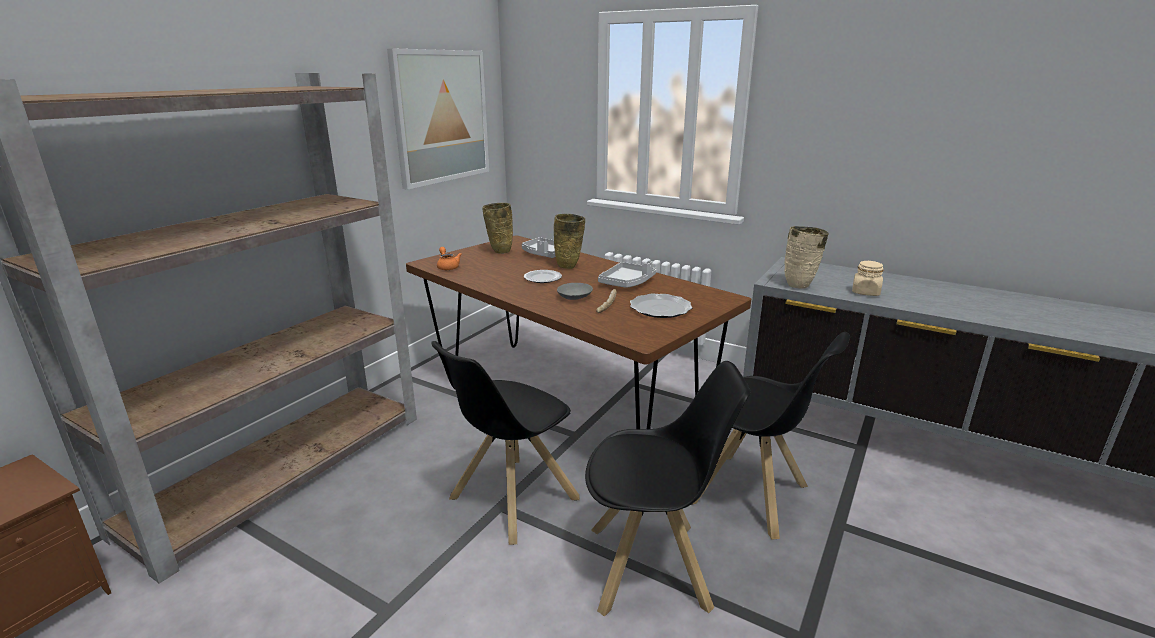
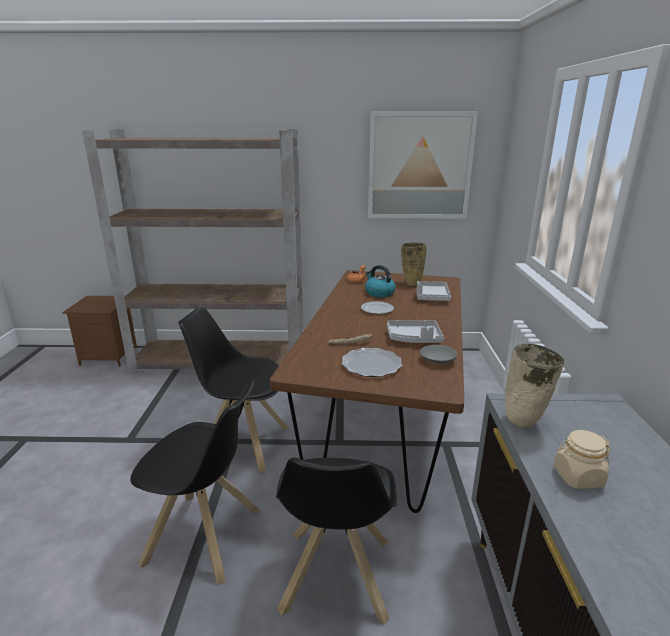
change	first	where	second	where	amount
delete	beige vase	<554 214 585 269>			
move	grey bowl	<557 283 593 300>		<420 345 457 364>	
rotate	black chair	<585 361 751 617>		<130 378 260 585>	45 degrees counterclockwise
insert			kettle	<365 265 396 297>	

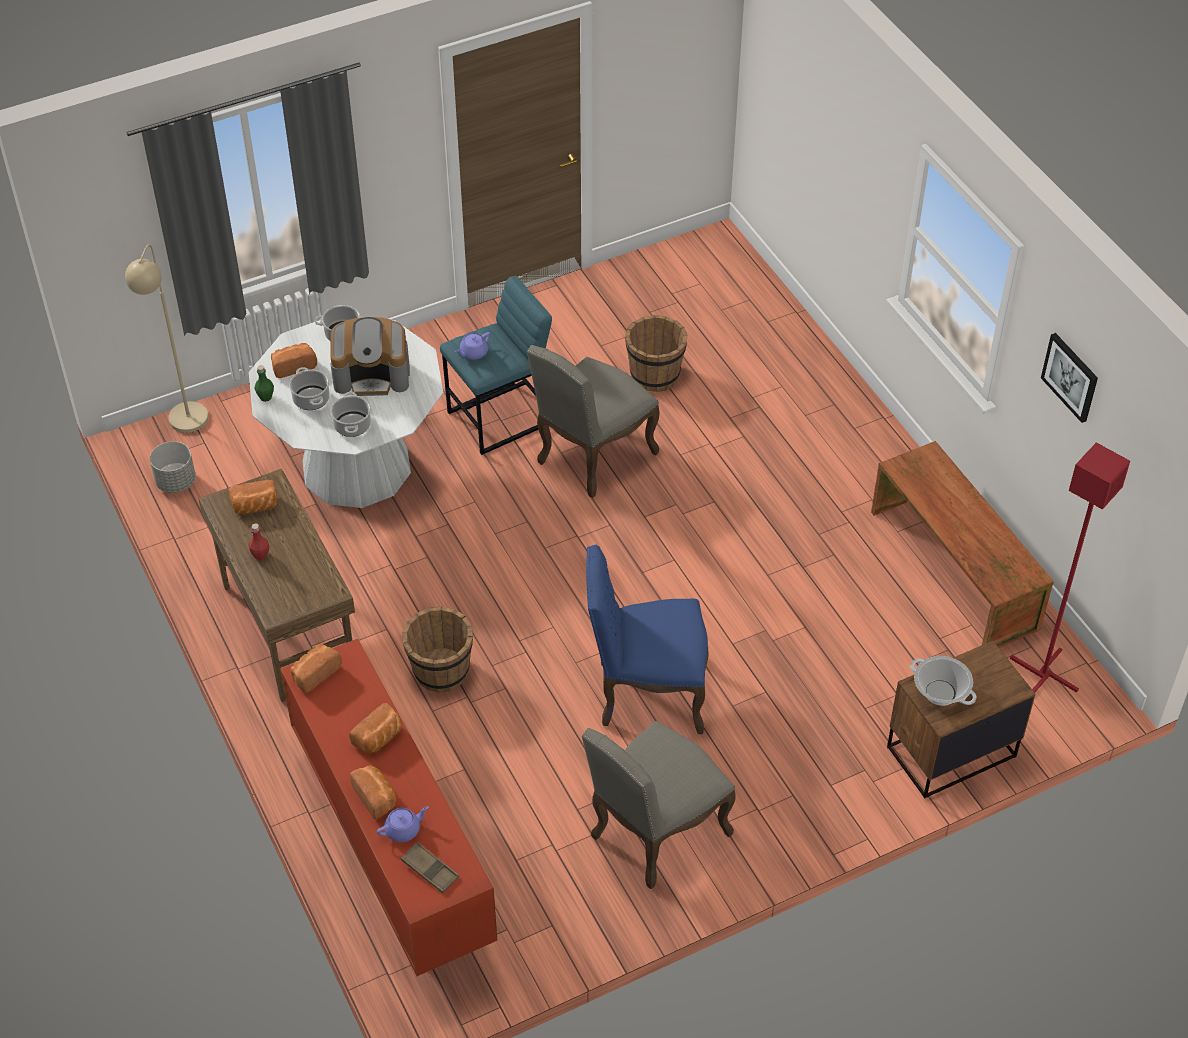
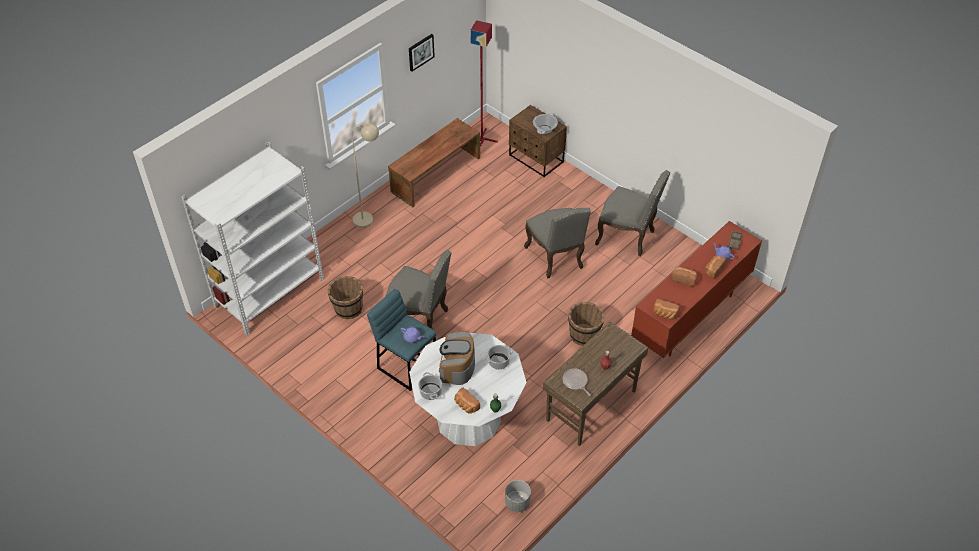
change	first	where	second	where	amount
move	beige floor lamp	<125 244 209 433>		<351 123 379 228>	
rotate	coffee machine	<330 317 410 396>		<439 331 475 385>	150 degrees counterclockwise
delete	cooking pot	<289 367 330 410>			
replace	bread	<229 480 277 515>	frying pan	<563 368 591 396>	
recolor	blue chair	<586 545 708 734>	grey chair	<524 208 591 278>	
insert			white bookcase	<181 142 324 335>	

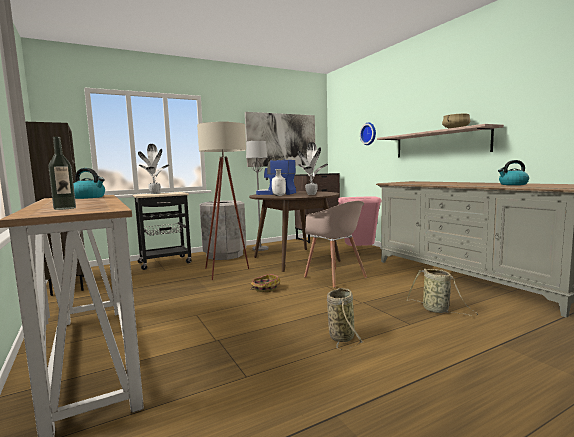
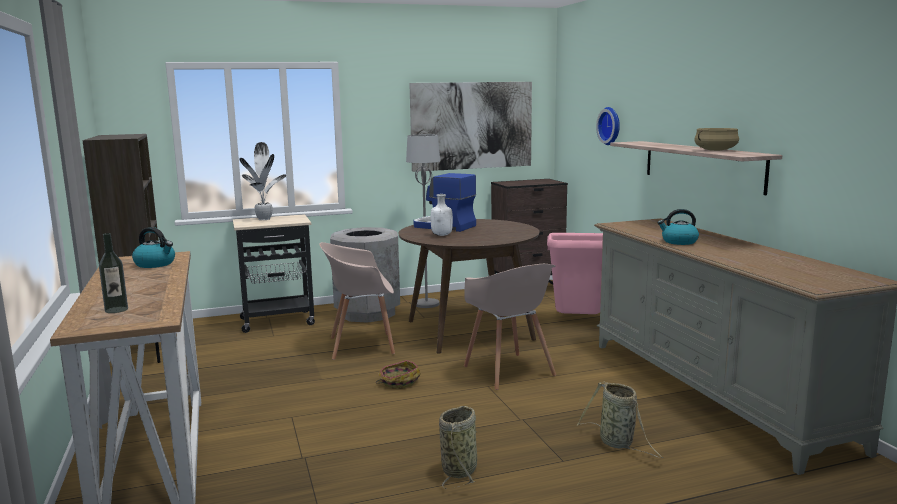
change	first	where	second	where	amount
replace	beige floor lamp	<197 122 249 280>	beige chair	<319 242 395 360>	
delete	potted plant	<297 142 328 195>			
move	kettle	<498 160 529 185>		<658 209 699 245>	

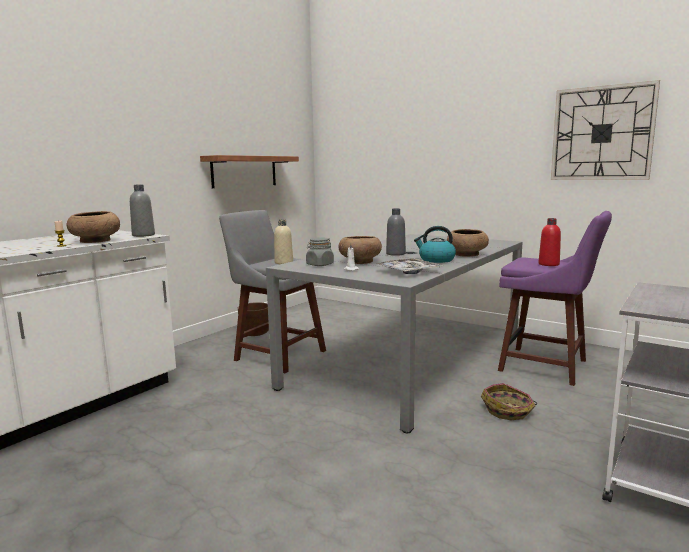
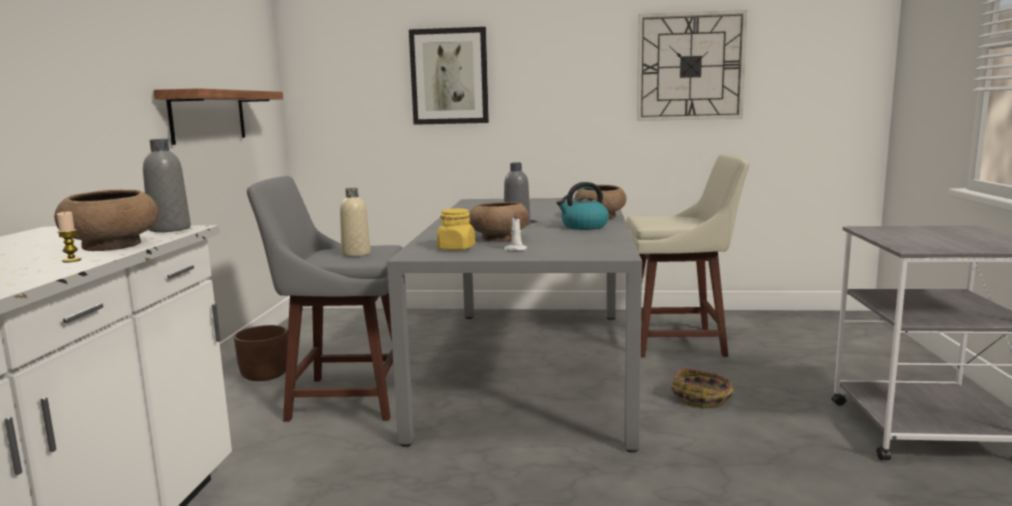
change	first	where	second	where	amount
recolor	purple stool	<498 211 612 386>	beige stool	<626 154 749 358>	
delete	red bottle	<538 218 561 266>			
recolor	grey jar	<306 237 334 266>	yellow jar	<437 208 475 250>	
delete	tray	<377 258 443 274>			
insert			picture	<409 27 489 125>	

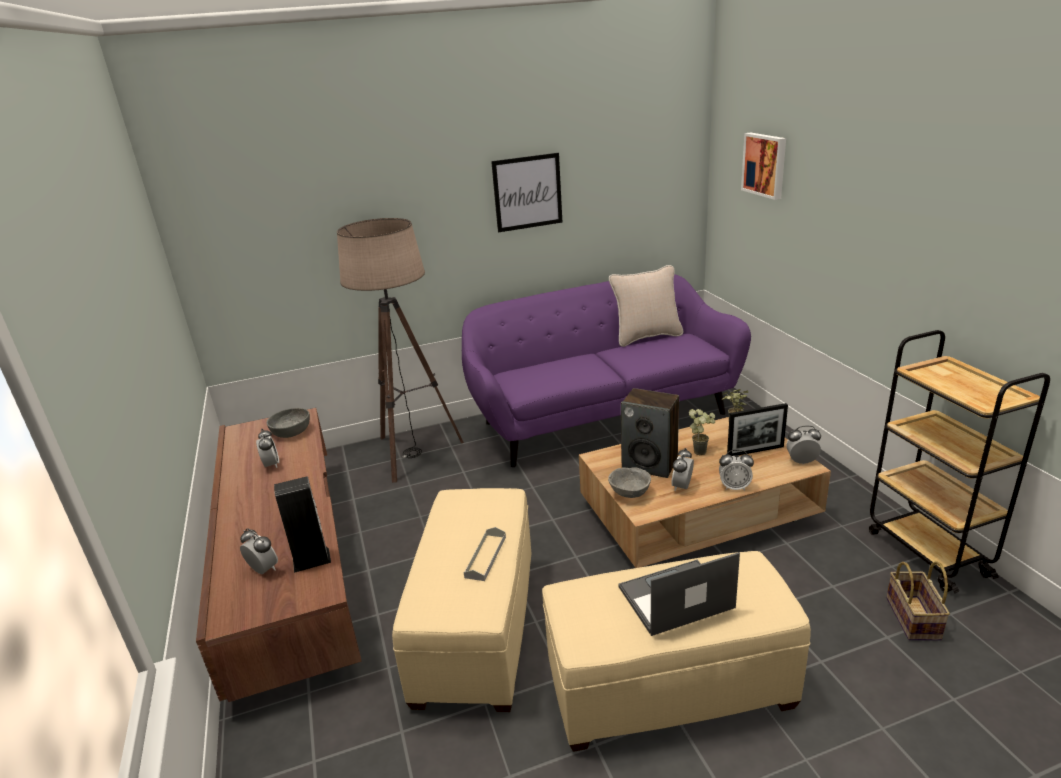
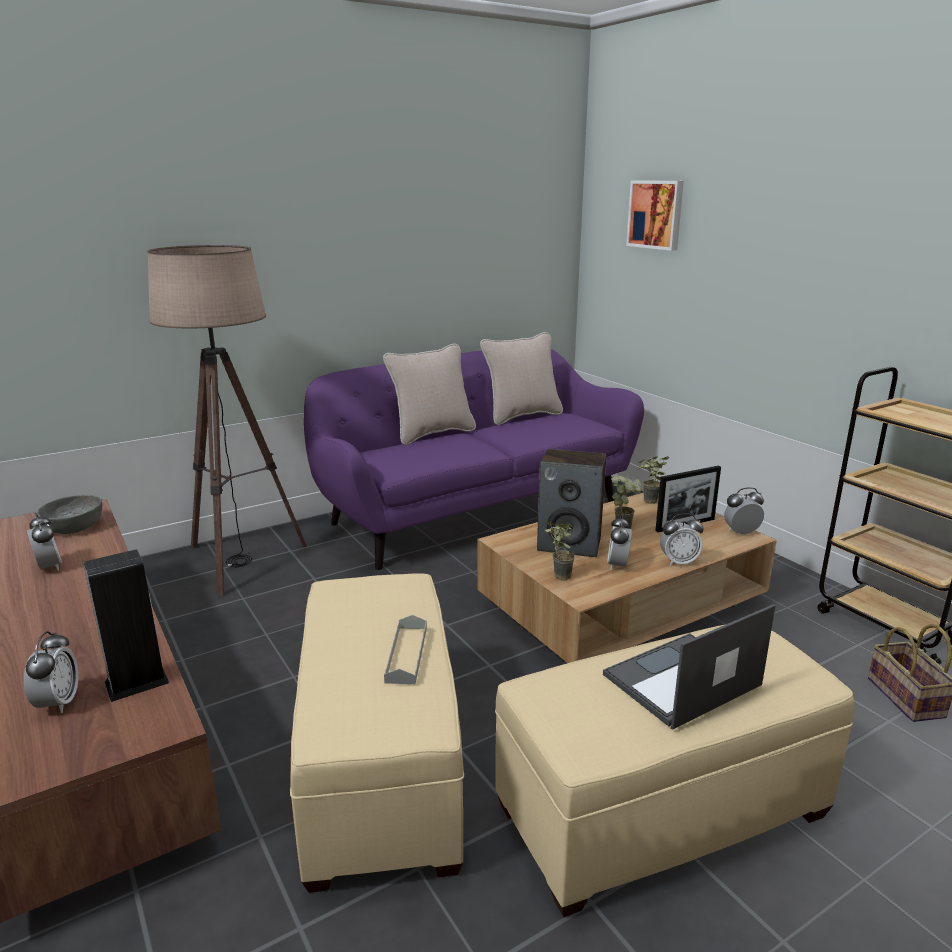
change	first	where	second	where	amount
delete	picture	<491 153 562 233>			
replace	grey bowl	<608 467 651 498>	potted plant	<544 522 575 581>	
rotate	alarm clock	<240 528 278 574>		<24 631 78 713>	60 degrees clockwise
insert			beige pillow	<383 344 476 445>	

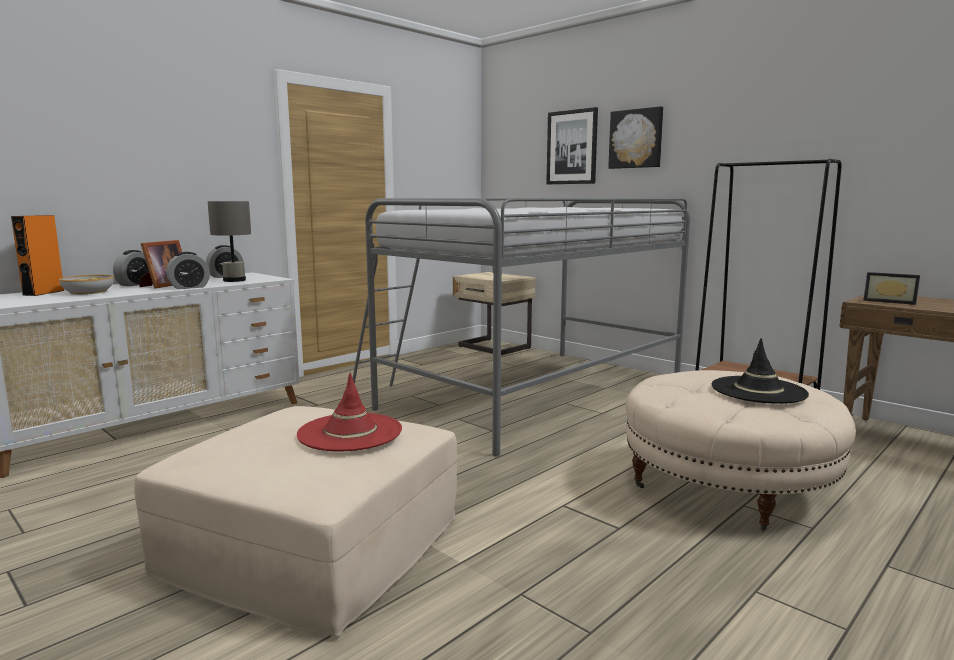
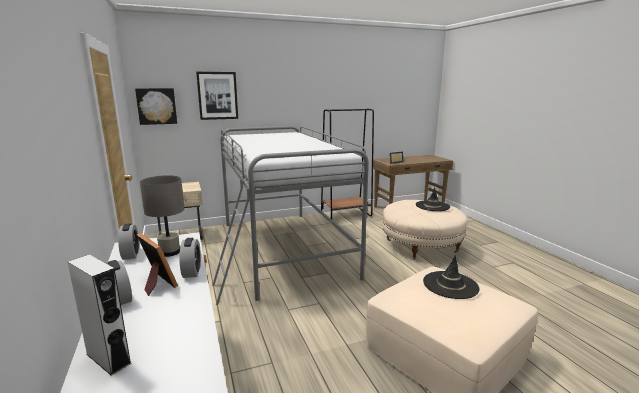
change	first	where	second	where	amount
move	picture	<608 106 663 169>		<135 88 177 125>	
recolor	orange speaker	<11 215 64 296>	grey speaker	<67 255 132 376>	
delete	bowl	<59 275 114 295>			
recolor	red hat	<297 372 402 452>	black hat	<423 255 480 299>	

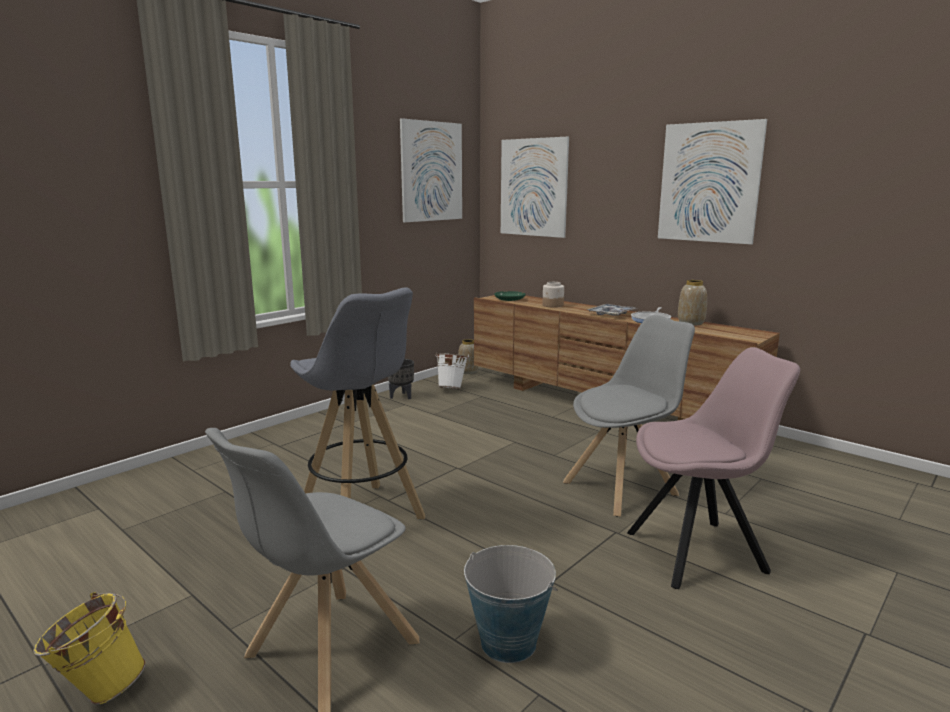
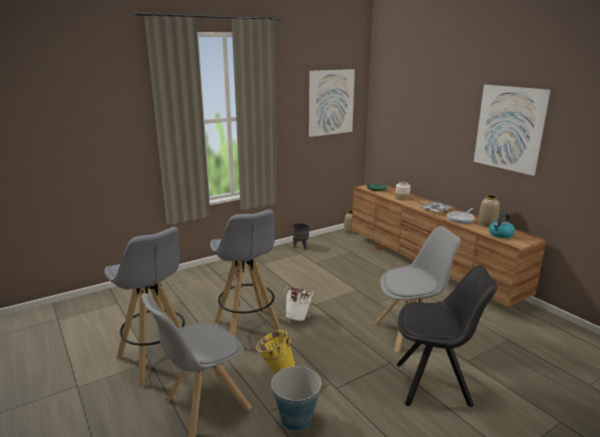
change	first	where	second	where	amount
delete	picture	<501 137 569 238>			
recolor	pink chair	<627 347 800 589>	black chair	<396 265 498 408>	
move	white bucket	<435 353 469 389>		<285 285 314 321>	
move	yellow bucket	<33 592 146 705>		<256 329 296 374>	
insert			kettle	<489 213 515 238>	
insert			grey stool	<104 227 185 387>	

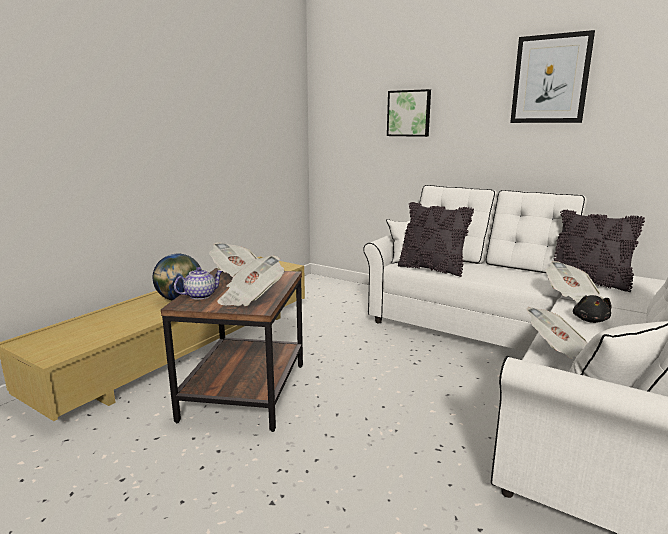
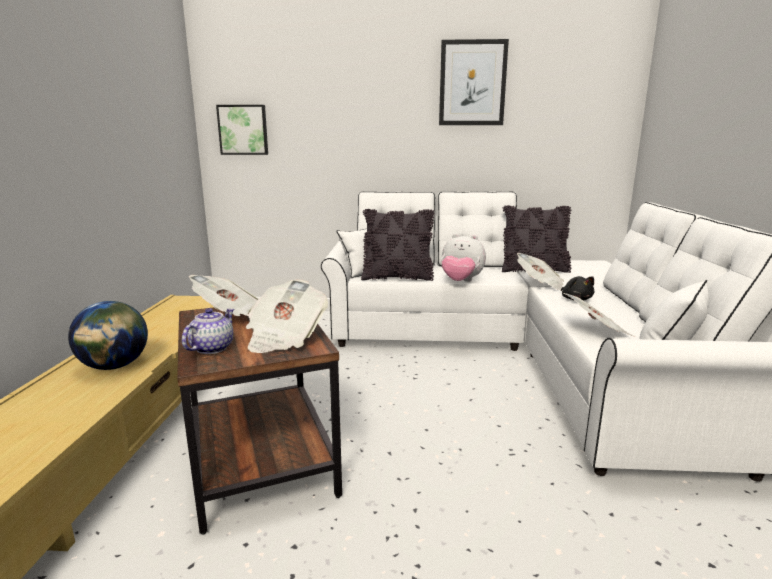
change	first	where	second	where	amount
move	picture	<387 89 431 137>		<216 105 268 155>	
insert			plush toy	<441 234 486 282>	

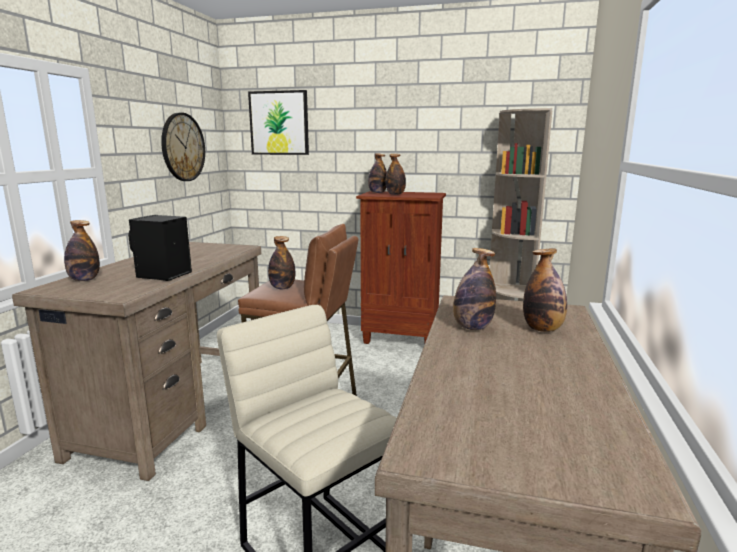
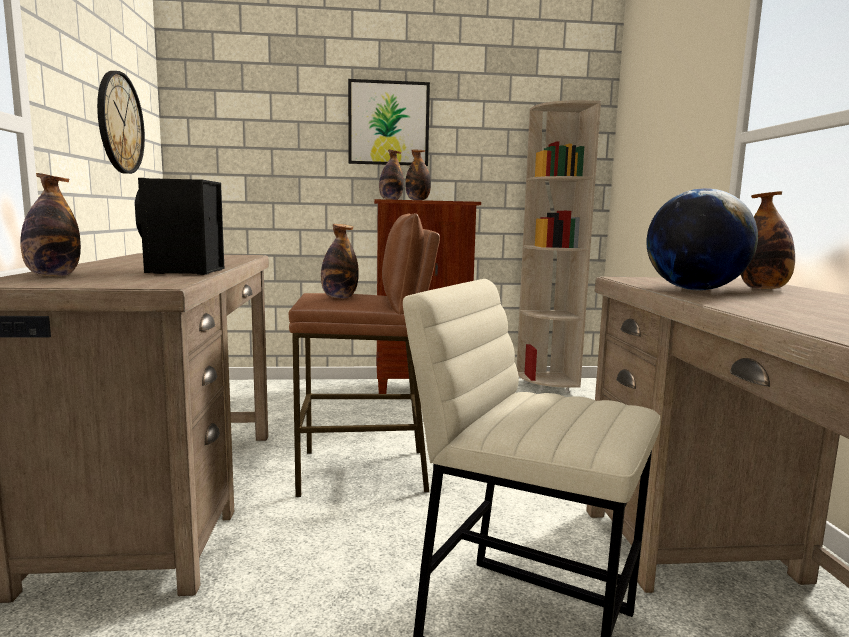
change	first	where	second	where	amount
move	picture	<248 90 309 155>		<348 79 430 166>	
replace	bottle	<453 248 496 330>	globe	<646 188 758 290>	

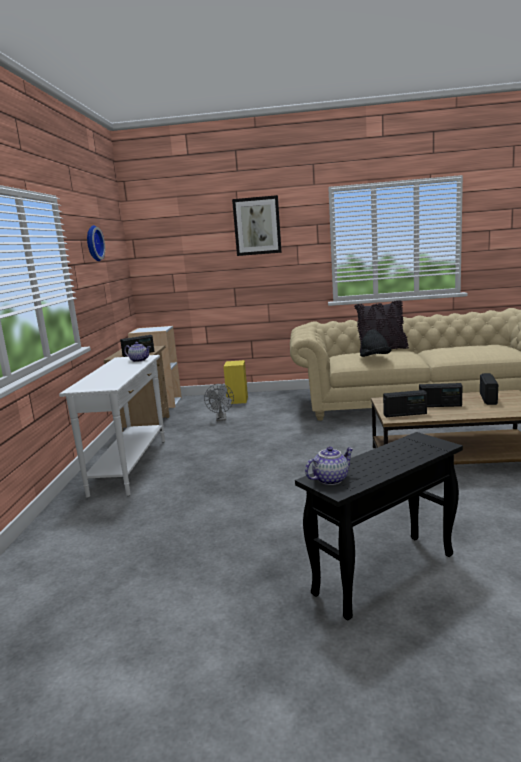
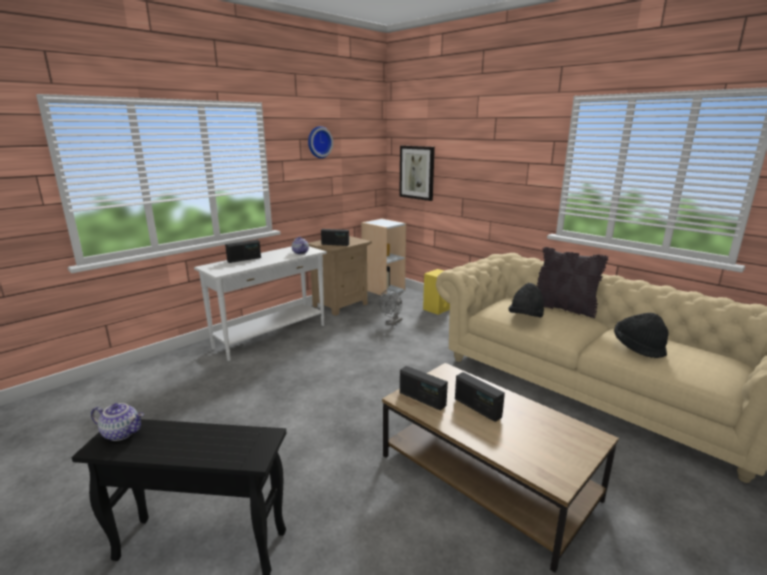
change	first	where	second	where	amount
move	picture	<232 195 282 256>		<399 146 435 201>	
move	radio	<480 373 498 405>		<225 240 261 263>	
insert			black hat	<614 313 669 358>	

